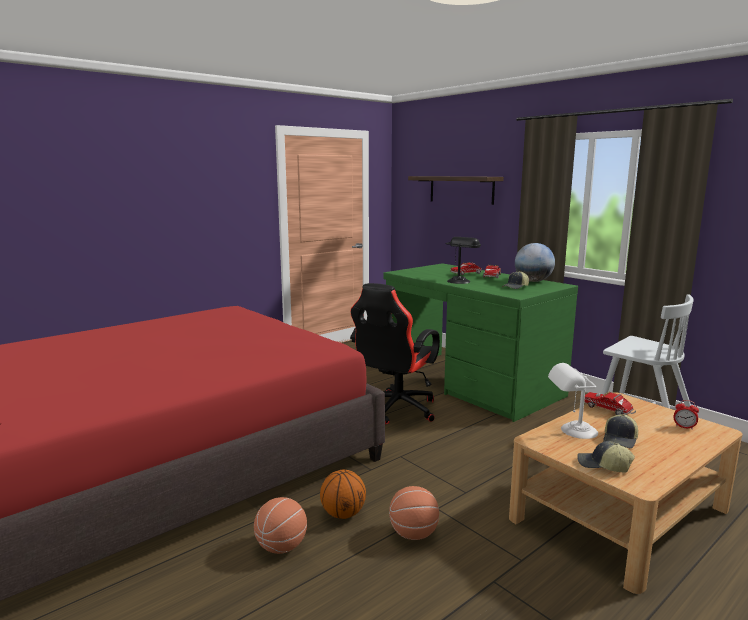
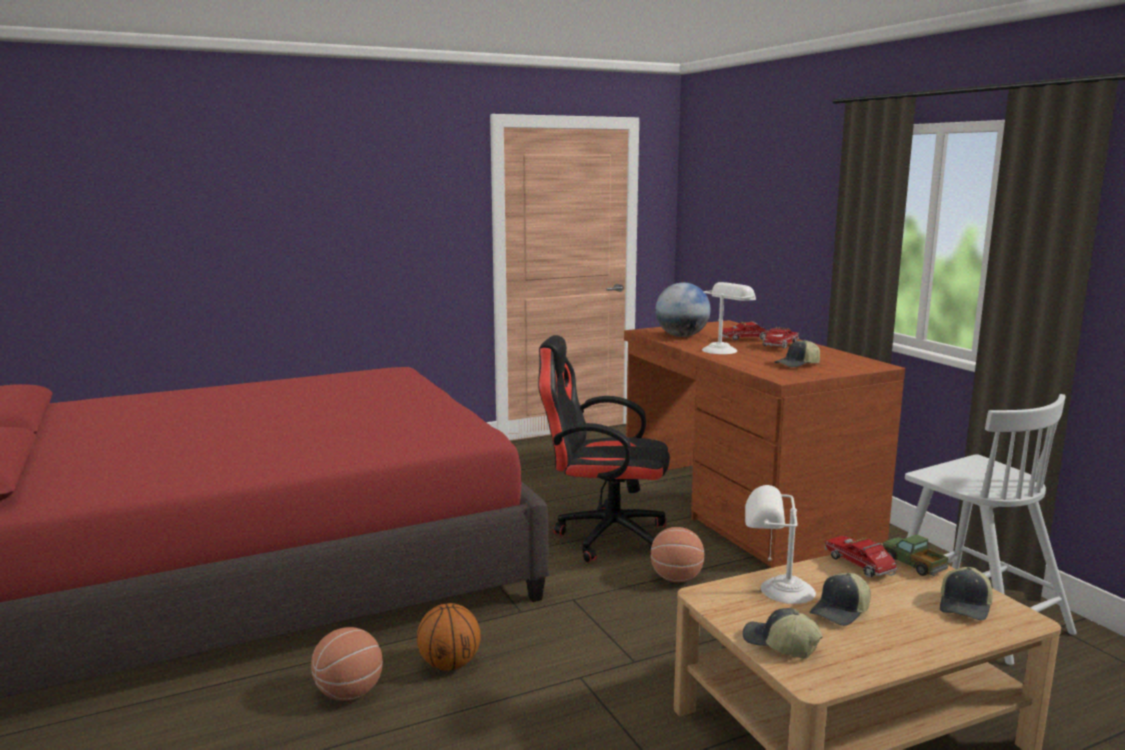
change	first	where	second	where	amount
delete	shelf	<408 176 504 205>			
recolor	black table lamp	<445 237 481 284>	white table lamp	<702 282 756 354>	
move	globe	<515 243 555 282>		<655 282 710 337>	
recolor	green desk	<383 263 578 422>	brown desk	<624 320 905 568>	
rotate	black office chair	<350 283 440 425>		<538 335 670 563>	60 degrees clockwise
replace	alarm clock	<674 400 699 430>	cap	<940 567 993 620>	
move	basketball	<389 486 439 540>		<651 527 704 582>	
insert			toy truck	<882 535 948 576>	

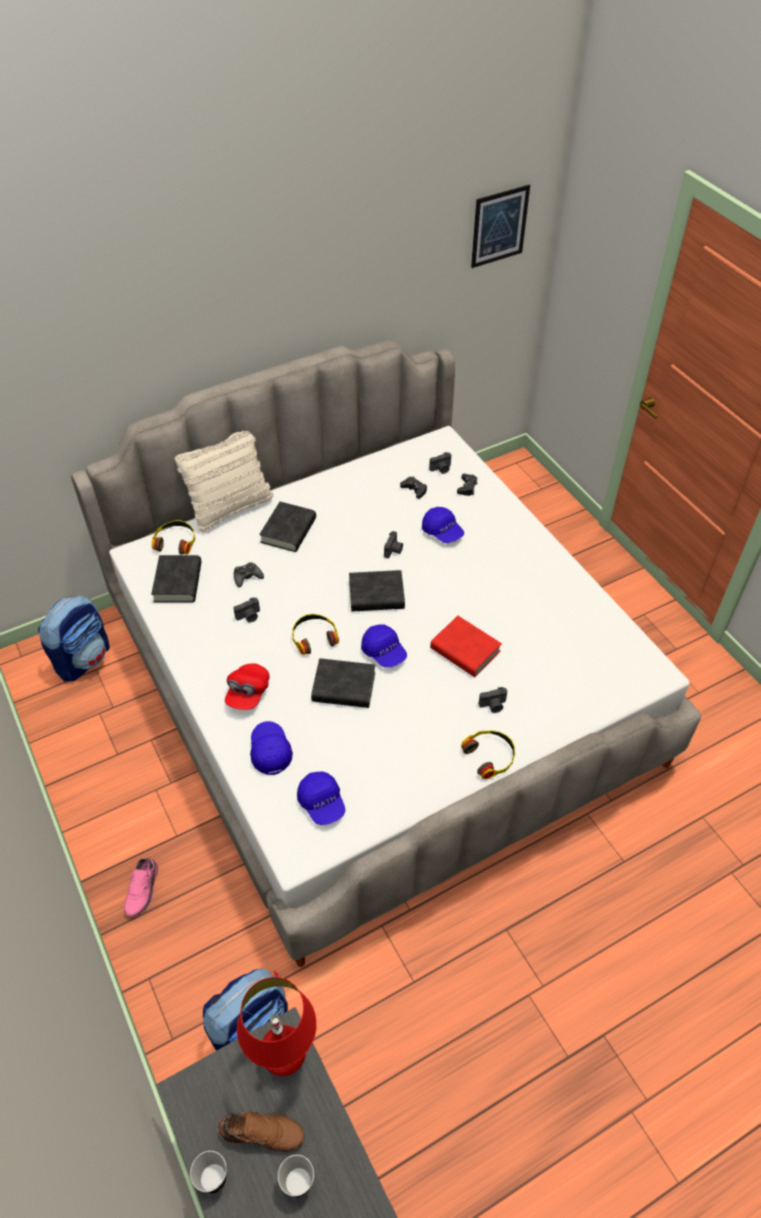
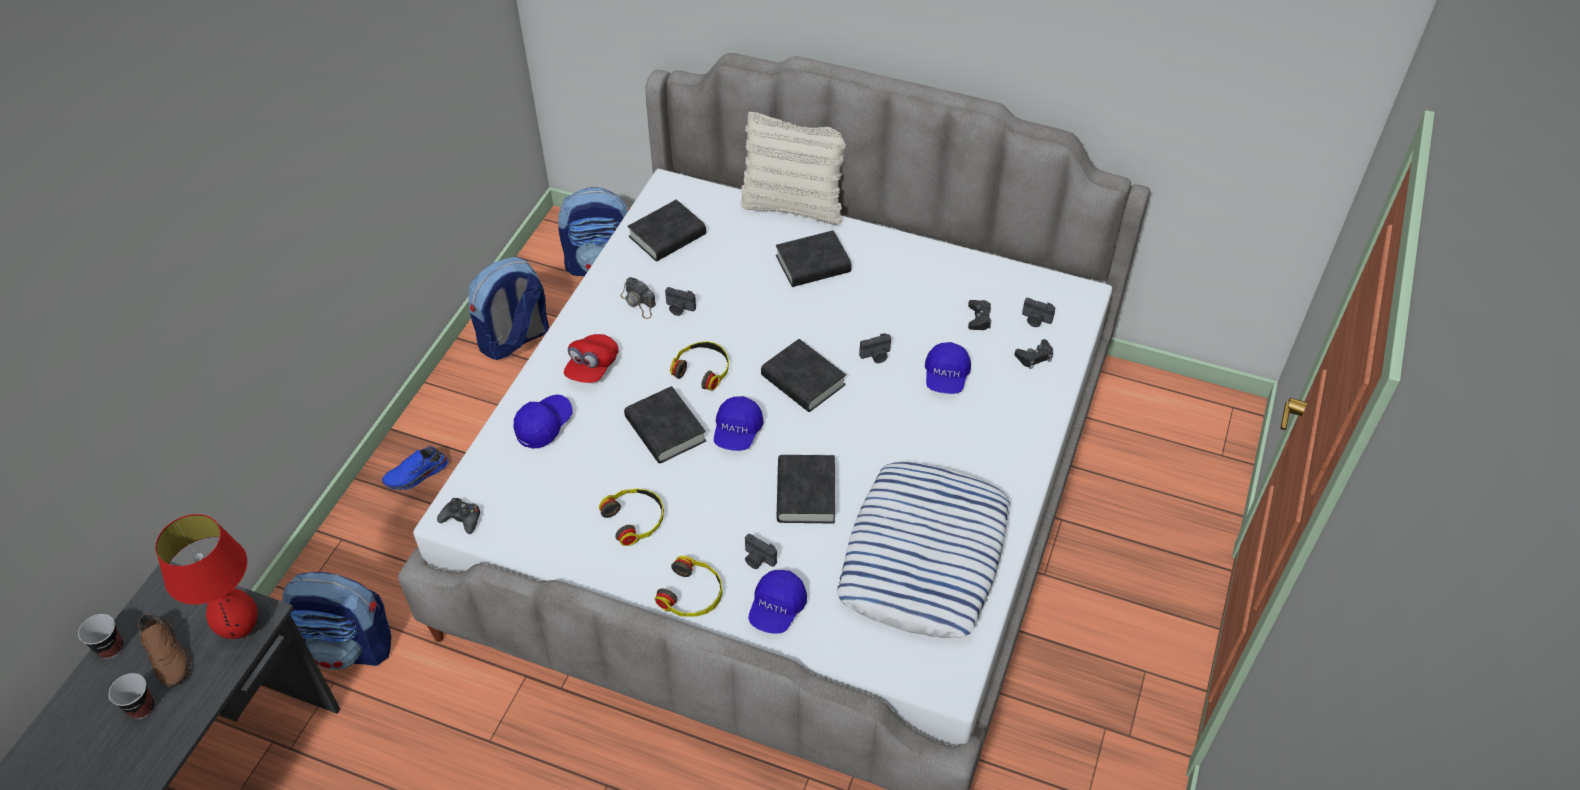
change	first	where	second	where	amount
delete	picture	<471 185 530 268>			
move	headphones	<152 520 195 554>		<599 489 664 546>	
move	black game controller	<234 562 264 587>		<437 498 480 534>	
recolor	red book	<430 616 502 677>	black book	<777 455 835 524>	
rotate	red cap	<225 664 270 710>		<564 334 618 383>	45 degrees counterclockwise
move	blue cap	<297 771 346 825>		<748 570 807 634>	
recolor	pink shoe	<124 858 158 916>	blue shoe	<382 446 449 490>	
insert			backpack	<469 257 549 360>	
insert			photo camera	<620 277 656 319>	
insert			pillow	<837 461 1010 638>	

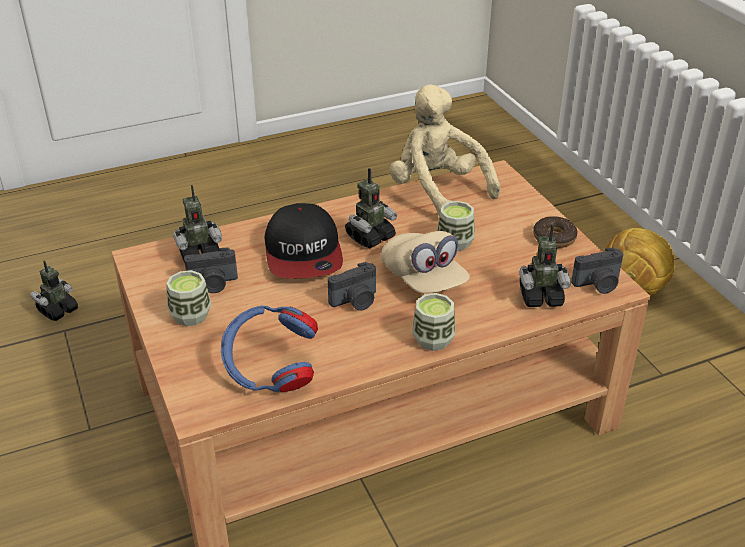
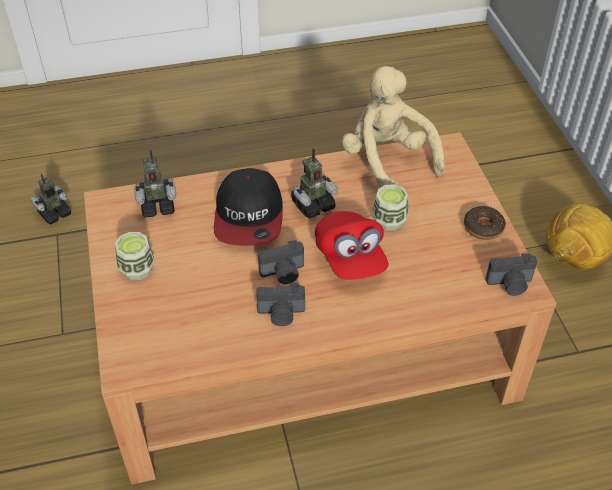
change	first	where	second	where	amount
delete	toy robot	<519 224 571 307>			
recolor	beige cap	<381 231 470 293>	red cap	<315 211 389 280>	
move	photo camera	<184 248 238 293>		<256 283 305 326>	
delete	cup	<412 293 455 351>			
delete	blue headphones	<221 306 318 392>			

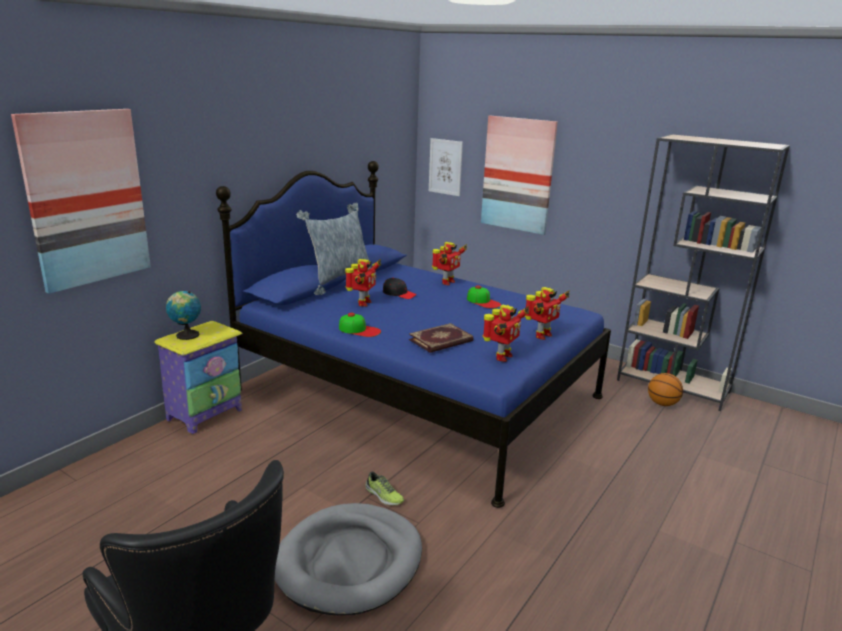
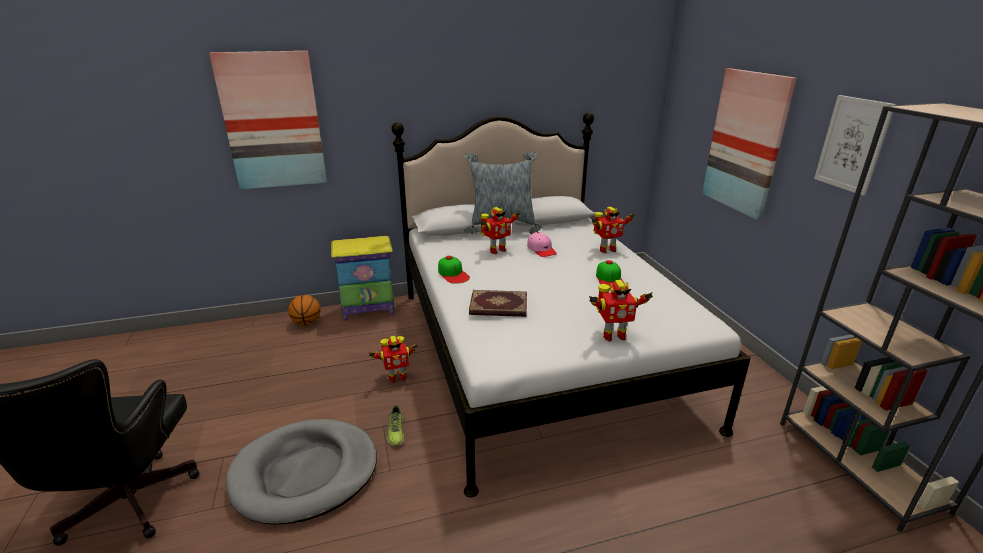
change	first	where	second	where	amount
move	picture	<429 138 463 196>		<814 95 896 196>	
recolor	blue bed	<216 161 611 508>	white bed	<391 113 751 497>	
recolor	black cap	<383 278 417 299>	pink cap	<527 232 557 257>	
delete	globe	<166 291 201 340>			
move	toy robot	<483 305 529 362>		<368 336 418 383>	
move	basketball	<648 373 683 406>		<288 295 320 325>	

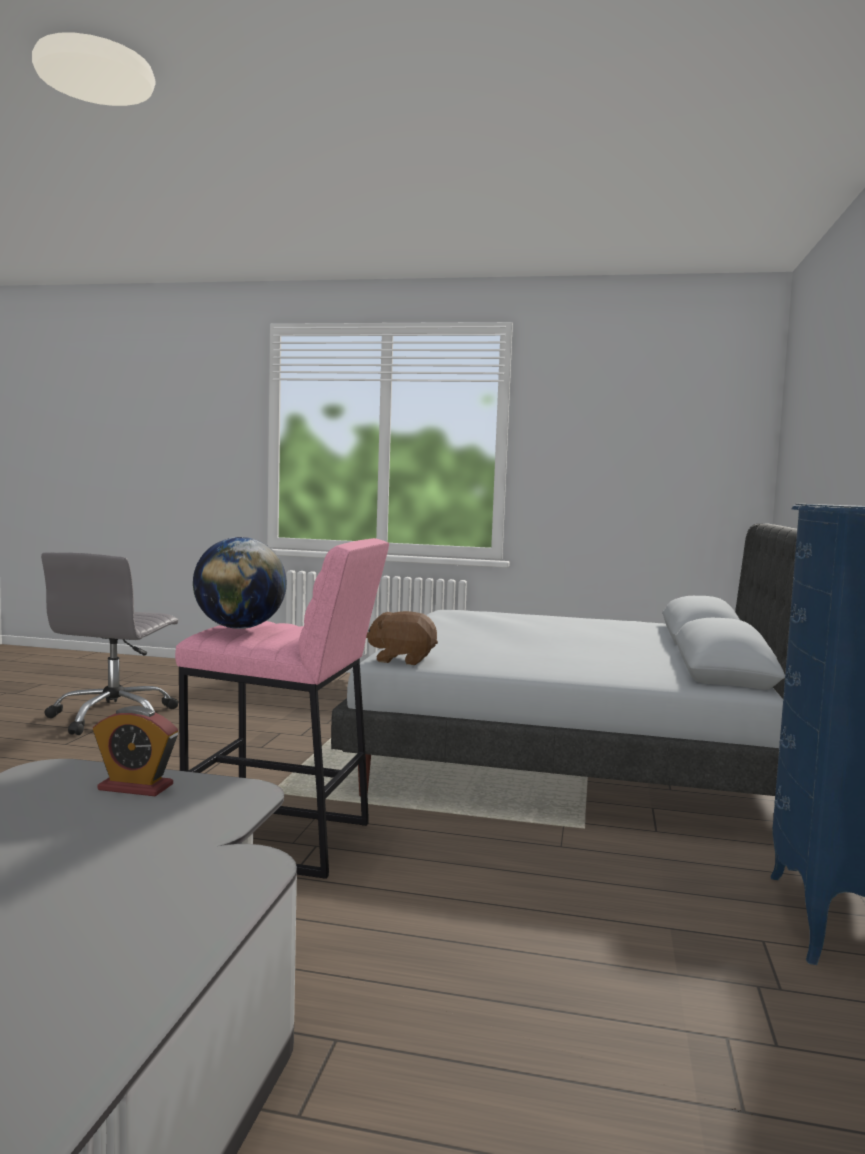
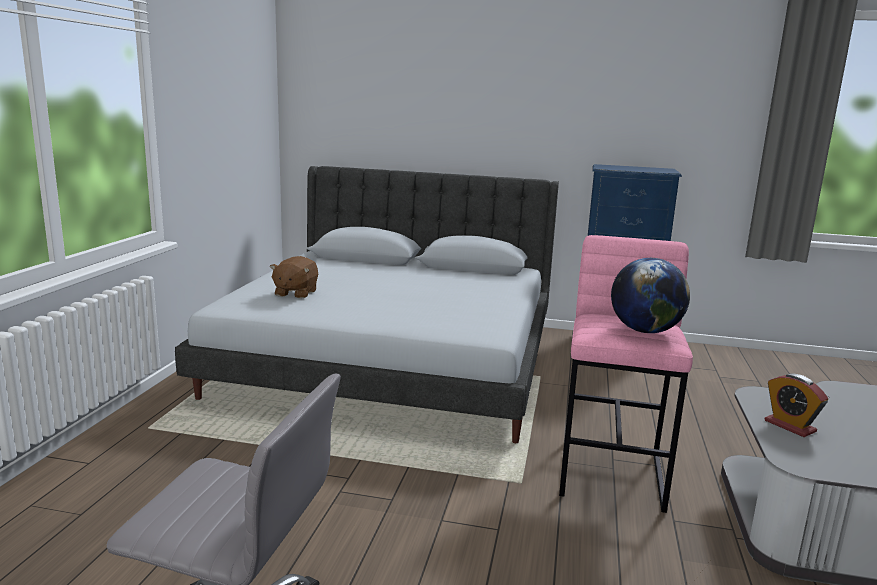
change	first	where	second	where	amount
move	brown plush toy	<366 611 438 665>		<270 256 318 299>	
rotate	alarm clock	<93 706 178 796>		<764 373 828 437>	135 degrees clockwise

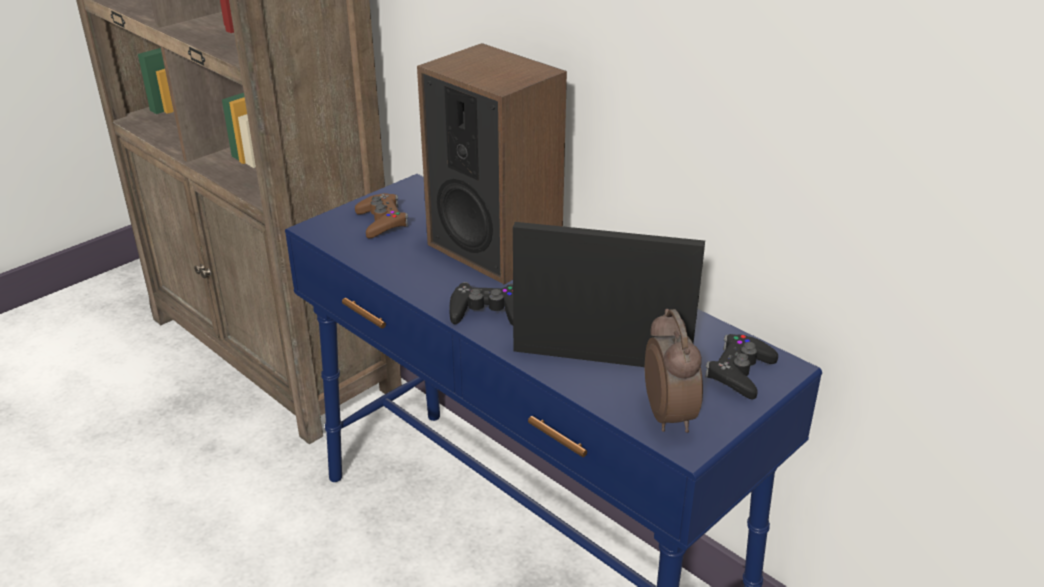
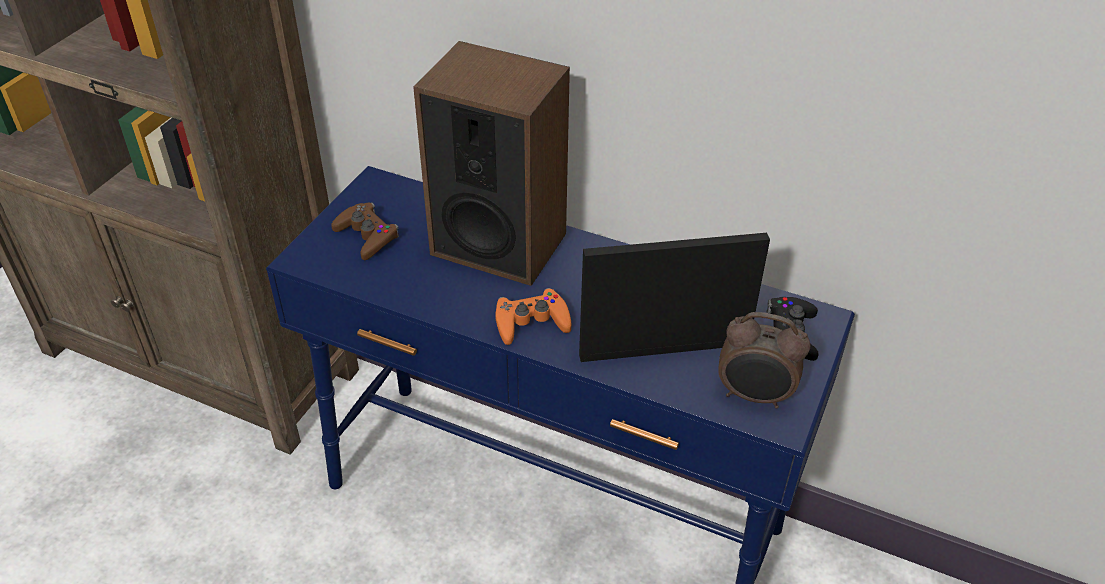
change	first	where	second	where	amount
recolor	black game controller	<449 282 513 326>	orange game controller	<495 288 571 345>	
rotate	alarm clock	<645 309 703 433>		<718 312 810 409>	135 degrees clockwise

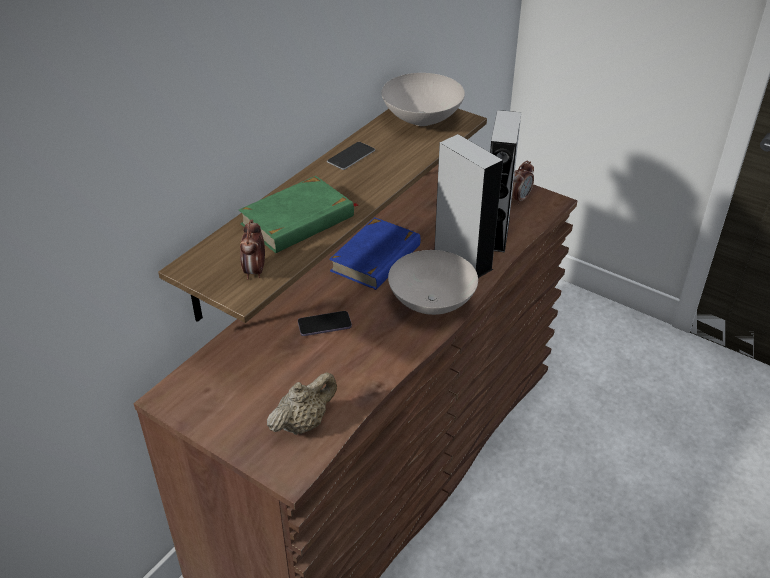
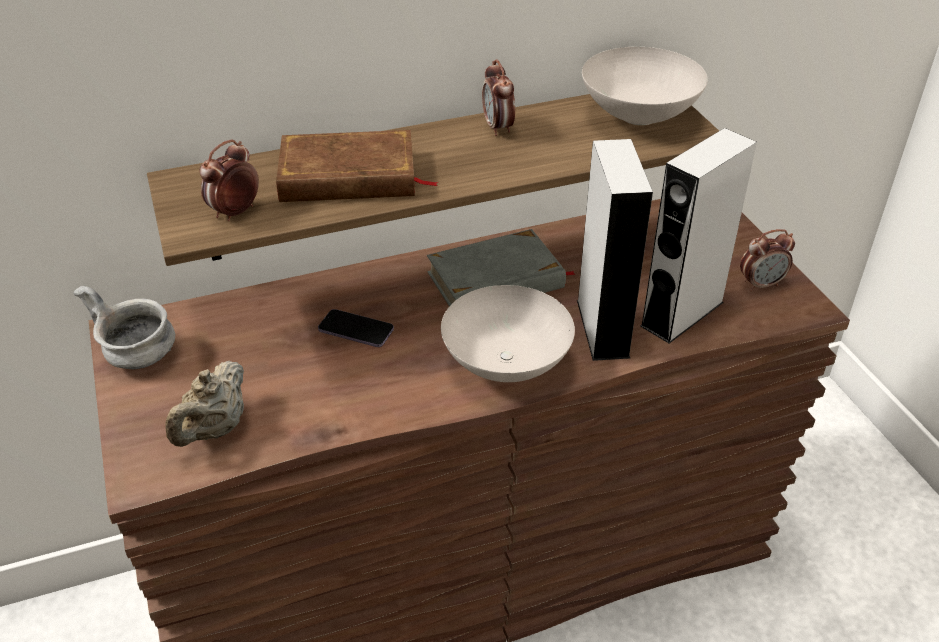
change	first	where	second	where	amount
replace	phone	<327 142 375 170>	alarm clock	<482 59 515 136>	
recolor	green book	<239 176 358 253>	brown book	<276 130 439 202>	
recolor	blue book	<329 217 421 290>	grey book	<427 229 575 306>	
rotate	beige teapot	<267 372 337 435>		<165 361 244 447>	120 degrees clockwise
insert			grey bowl	<73 286 175 369>	

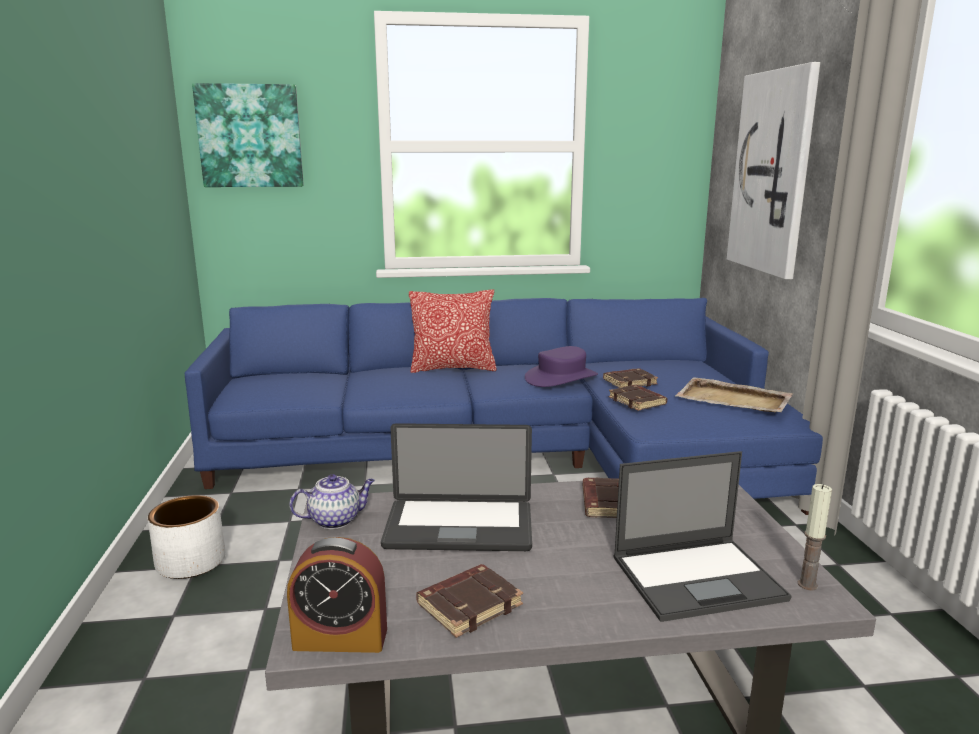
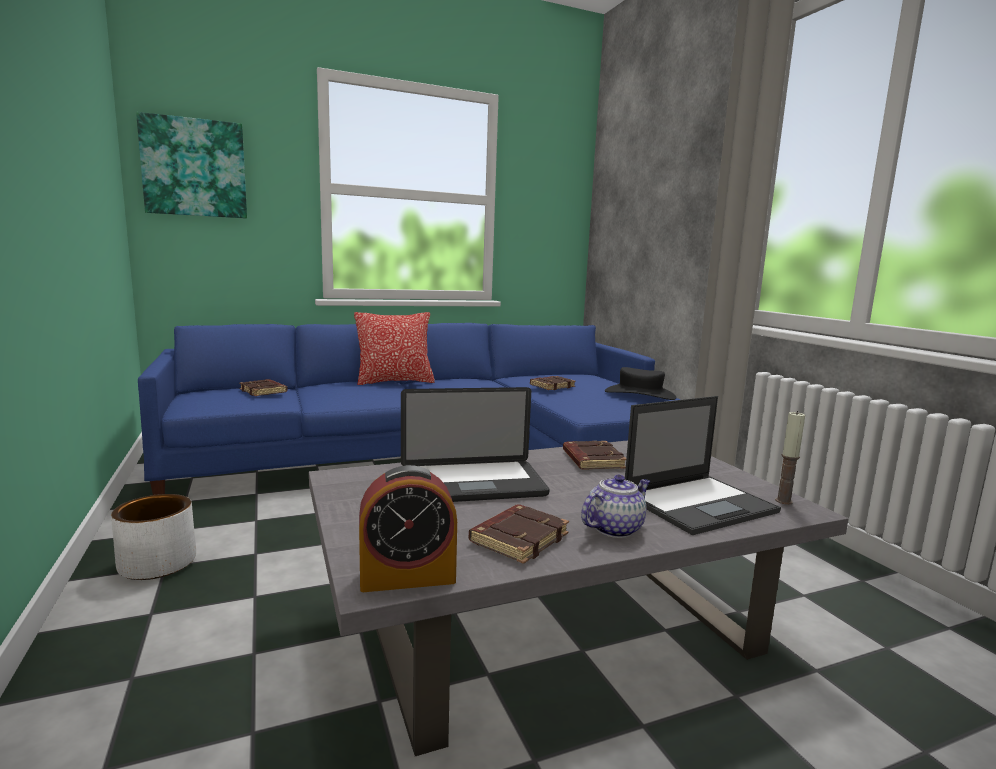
change	first	where	second	where	amount
delete	picture	<727 62 820 279>			
delete	purple hat	<525 346 598 387>			
replace	beige tray	<675 377 793 412>	black hat	<605 367 677 400>	
move	brown book	<609 385 667 411>		<239 379 287 396>	
move	teapot	<289 474 375 529>		<581 475 650 538>	

